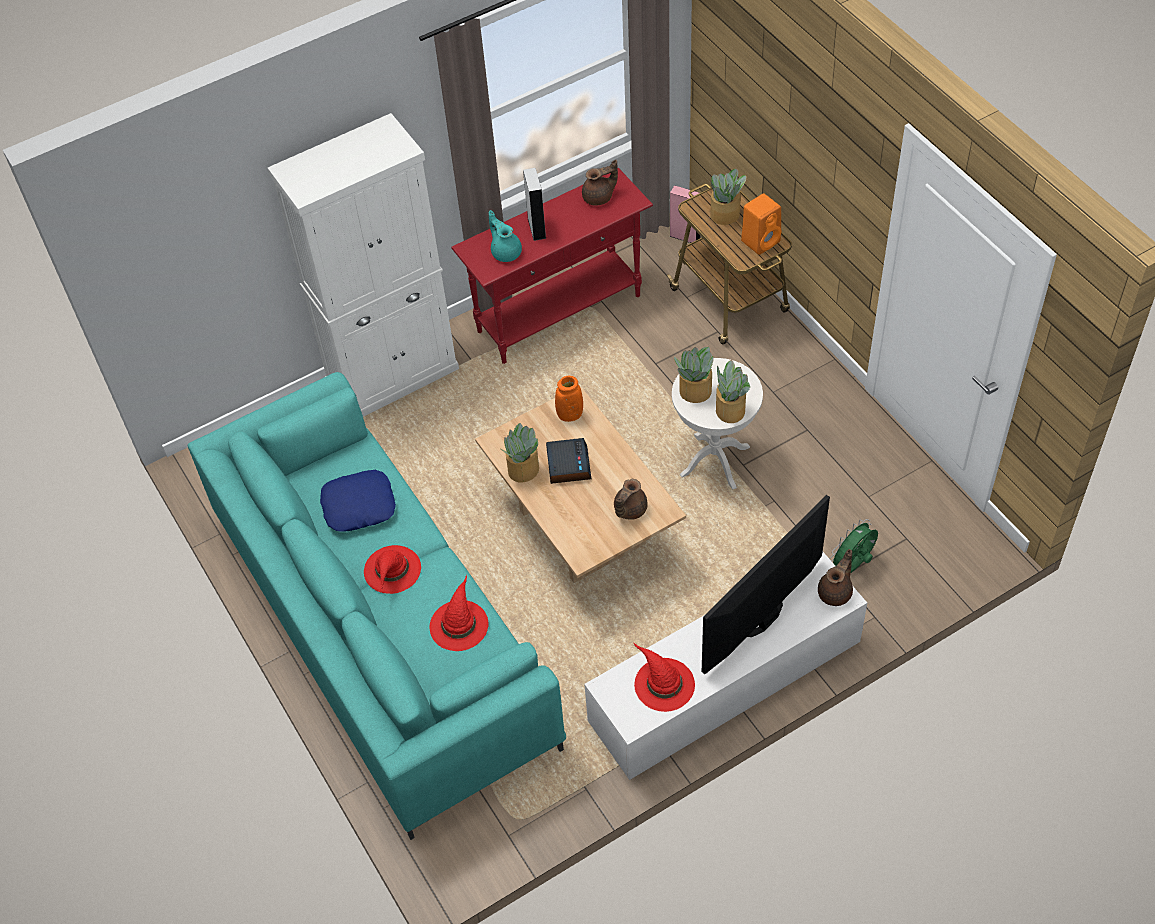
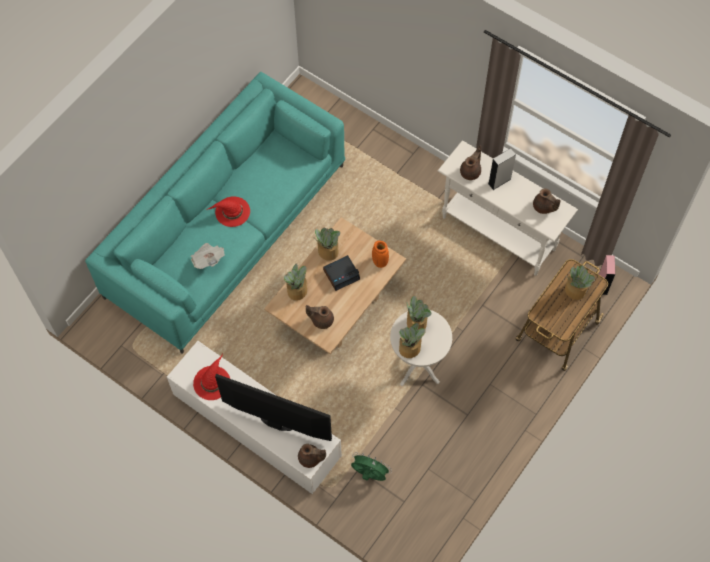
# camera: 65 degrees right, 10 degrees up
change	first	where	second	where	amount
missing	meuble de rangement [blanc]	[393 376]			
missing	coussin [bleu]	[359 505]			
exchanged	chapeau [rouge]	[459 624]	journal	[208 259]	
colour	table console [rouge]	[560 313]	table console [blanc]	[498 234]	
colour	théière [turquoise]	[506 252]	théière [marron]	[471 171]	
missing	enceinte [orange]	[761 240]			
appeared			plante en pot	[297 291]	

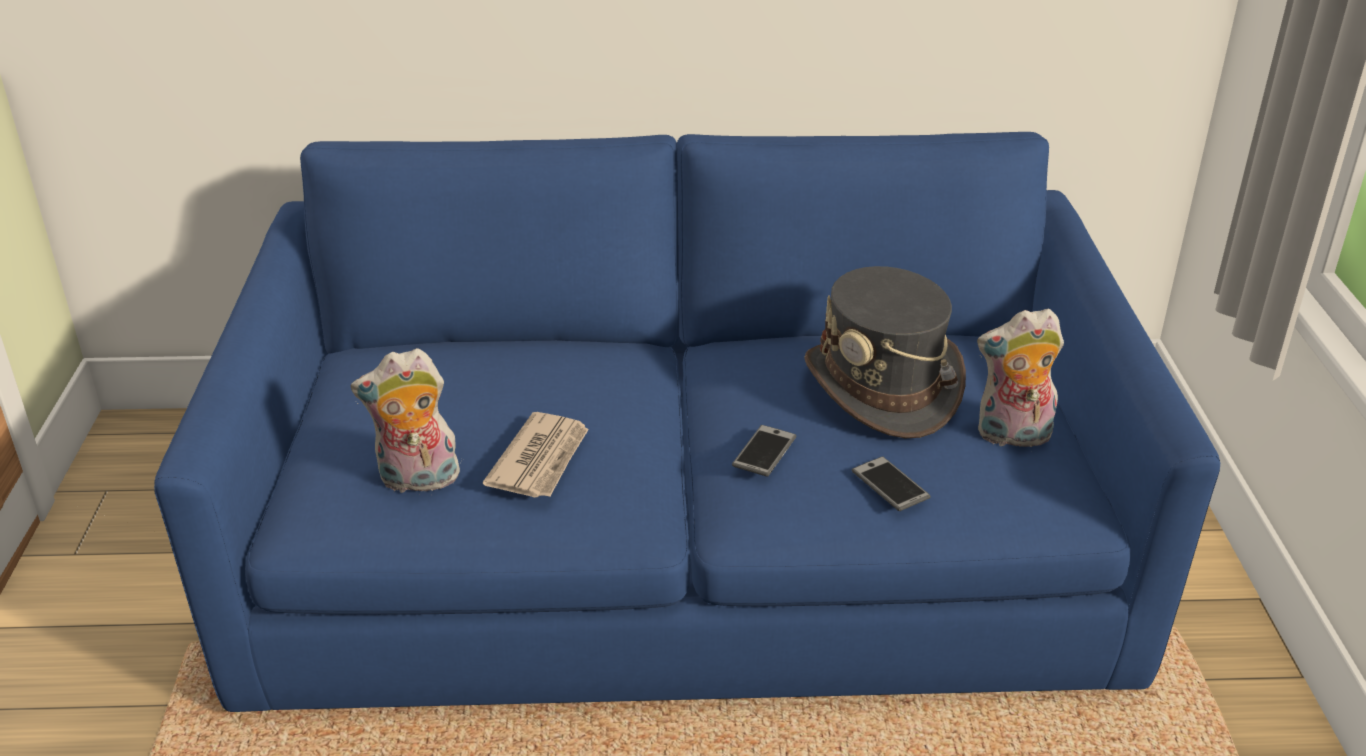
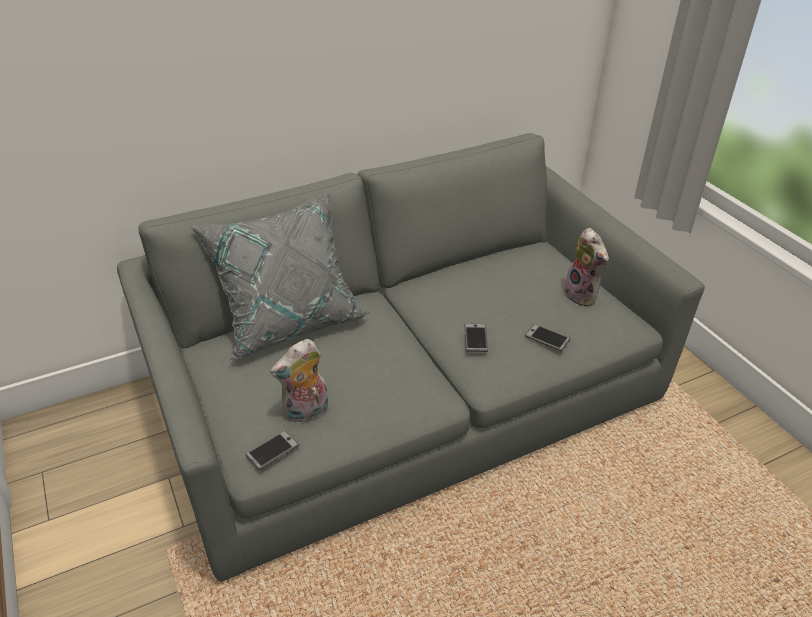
# camera: 25 degrees left, 5 degrees up
change	first	where	second	where	amount
colour	canapé [bleu]	[685 539]	canapé [gris]	[405 392]	
missing	journal	[541 460]			
missing	chapeau [gris]	[882 388]			
spun	peluche	[1012 437]		[583 295]	90 degrees counterclockwise
appeared			coussin [gris]	[289 320]	
appeared			téléphone	[272 450]	

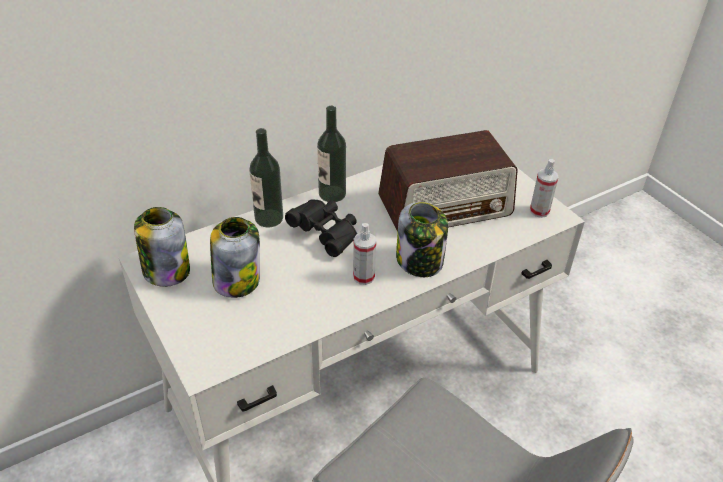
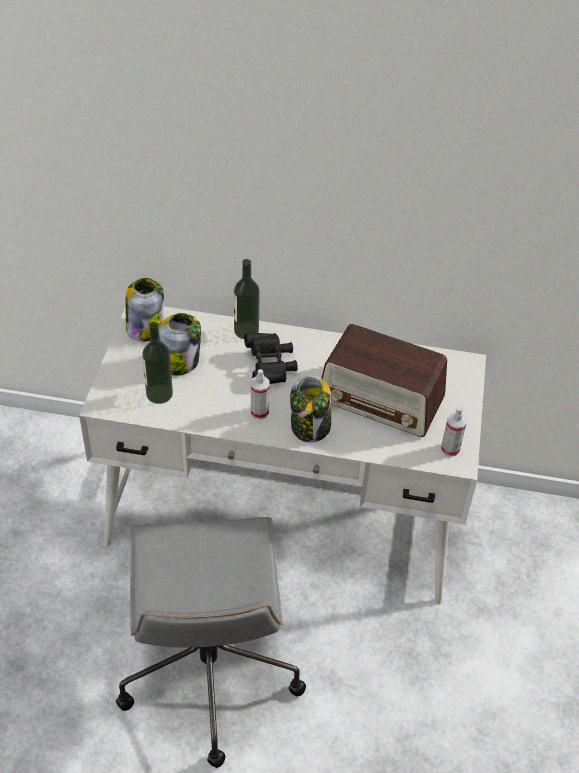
# camera: 40 degrees right, 5 degrees up
change	first	where	second	where	amount
relocated	bouteille	[332 194]		[159 394]	

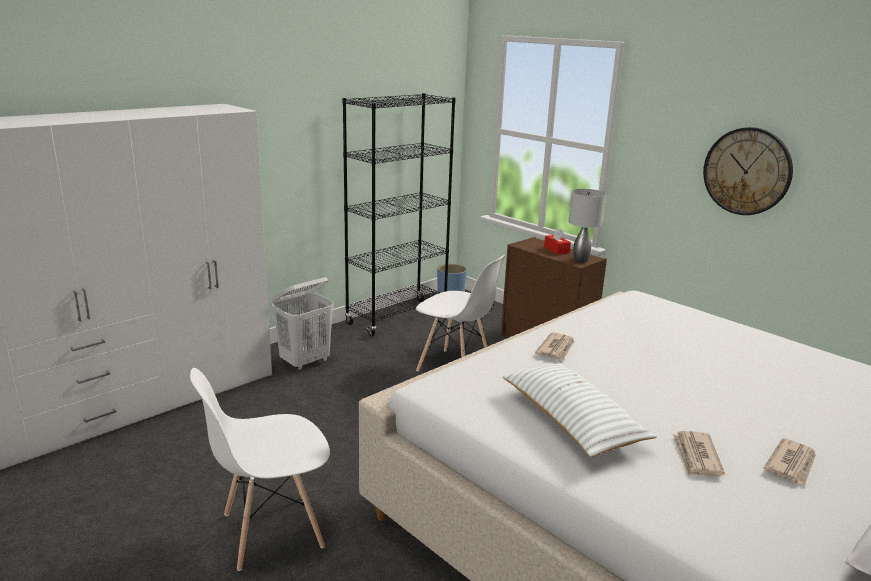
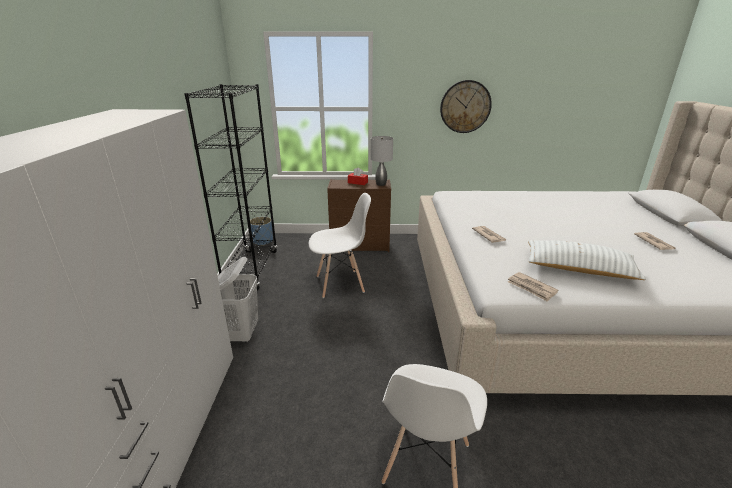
# camera: 45 degrees left, 5 degrees up
change	first	where	second	where	amount
relocated	journal	[696 456]		[531 288]	

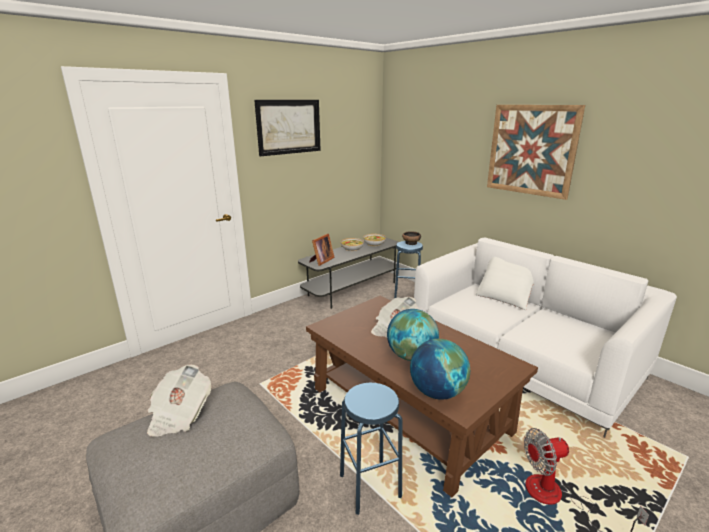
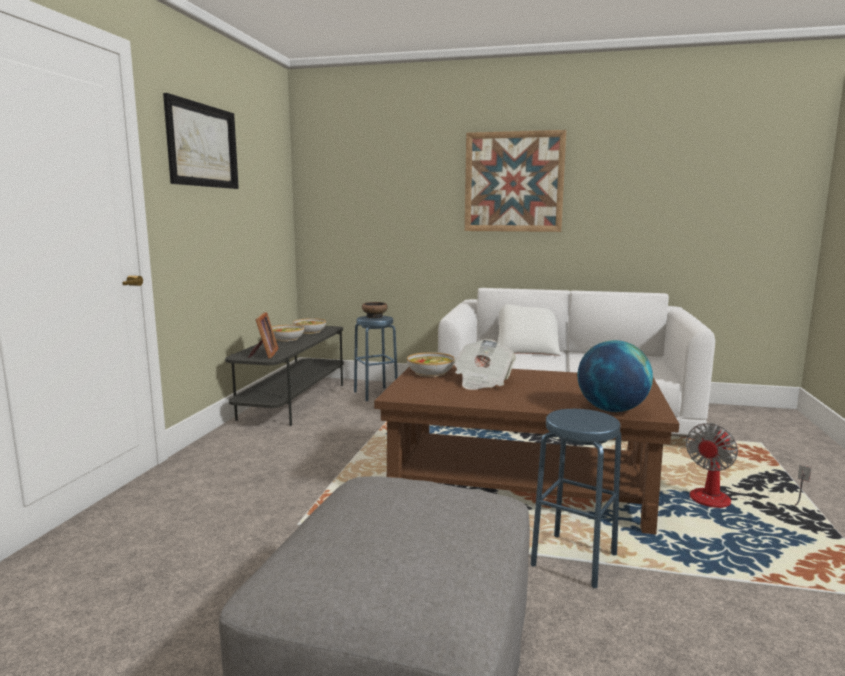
# camera: 35 degrees left, 10 degrees down
change	first	where	second	where	amount
missing	journal	[179 414]			
missing	globe	[411 356]			
appeared			bol	[430 372]	

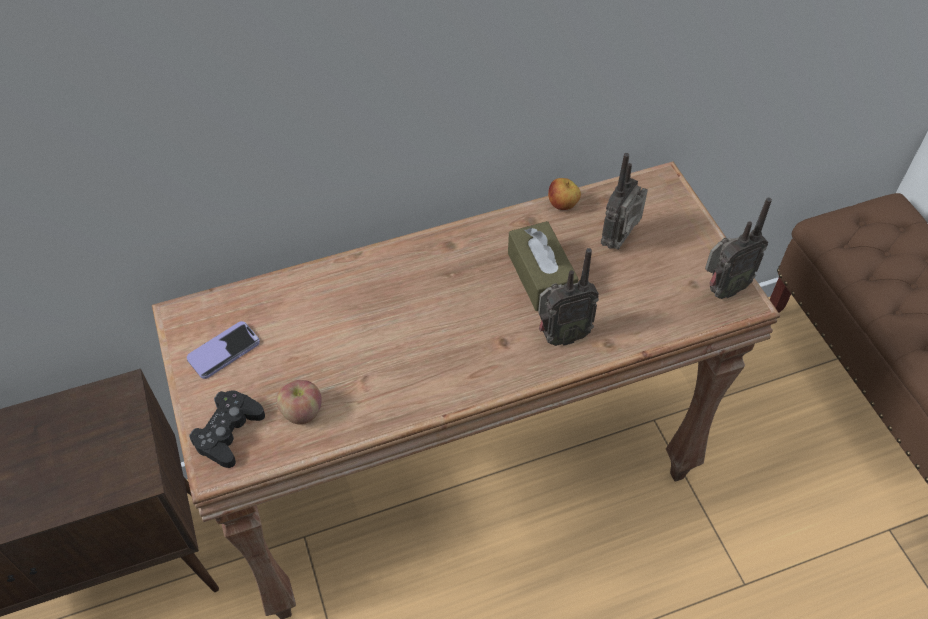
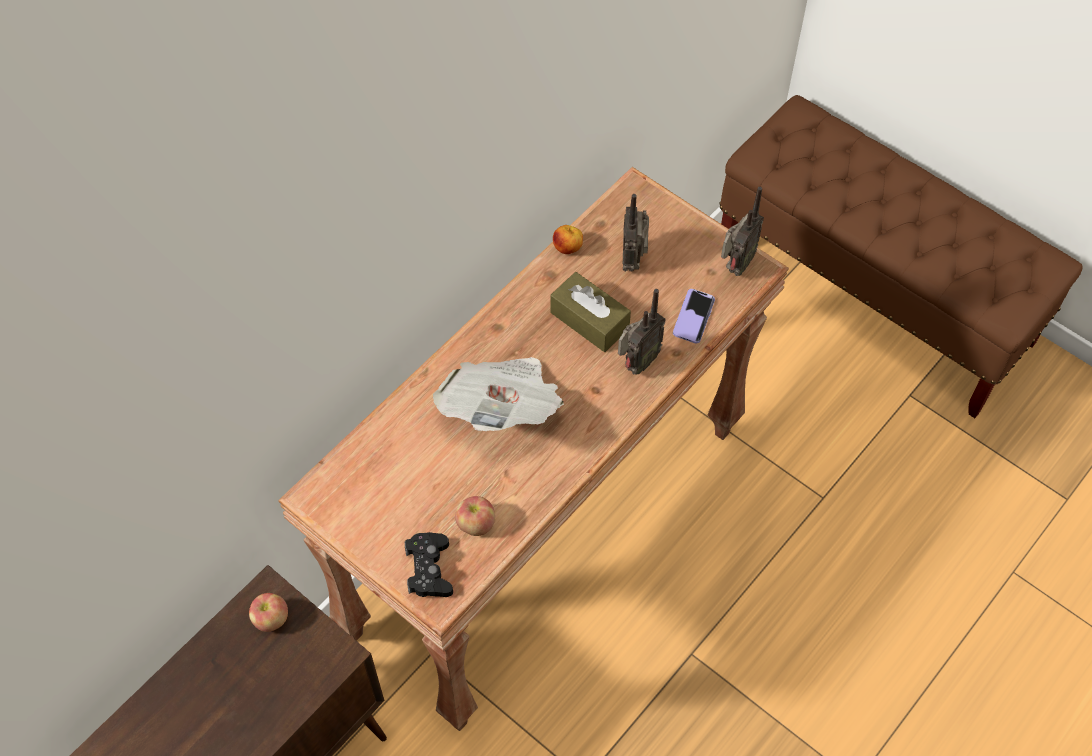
# camera: 30 degrees left, 5 degrees up
change	first	where	second	where	amount
relocated	téléphone	[224 351]		[693 317]	
appeared			pomme	[271 619]	
appeared			journal	[502 409]	

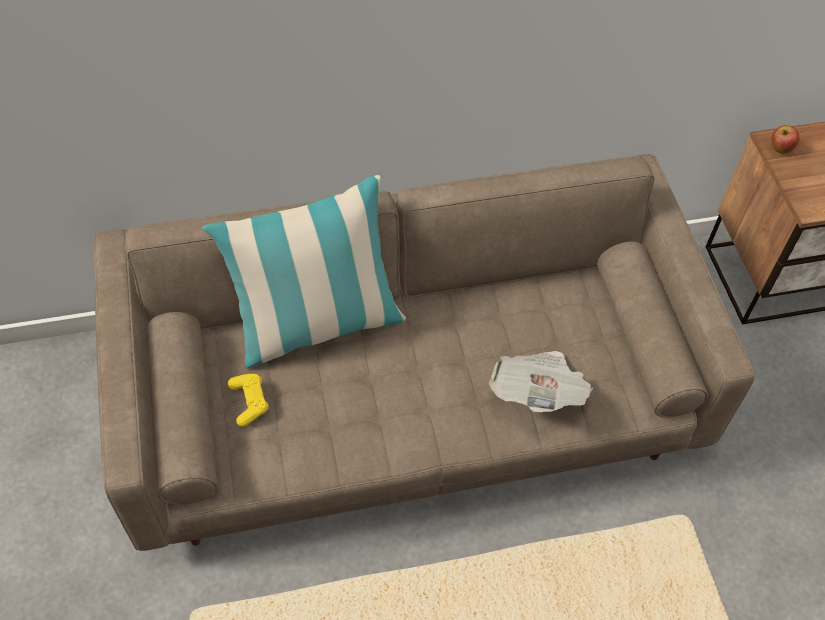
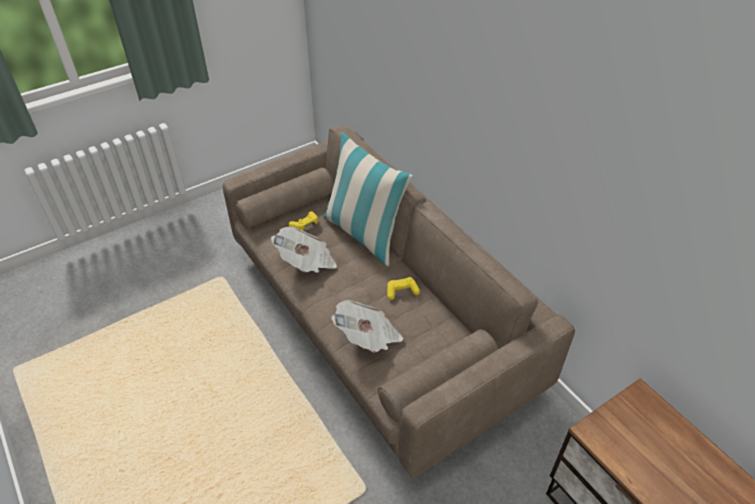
# camera: 70 degrees right, 10 degrees down
change	first	where	second	where	amount
missing	pomme	[780 149]			
appeared			journal	[306 262]	
appeared			manette [jaune]	[402 291]	

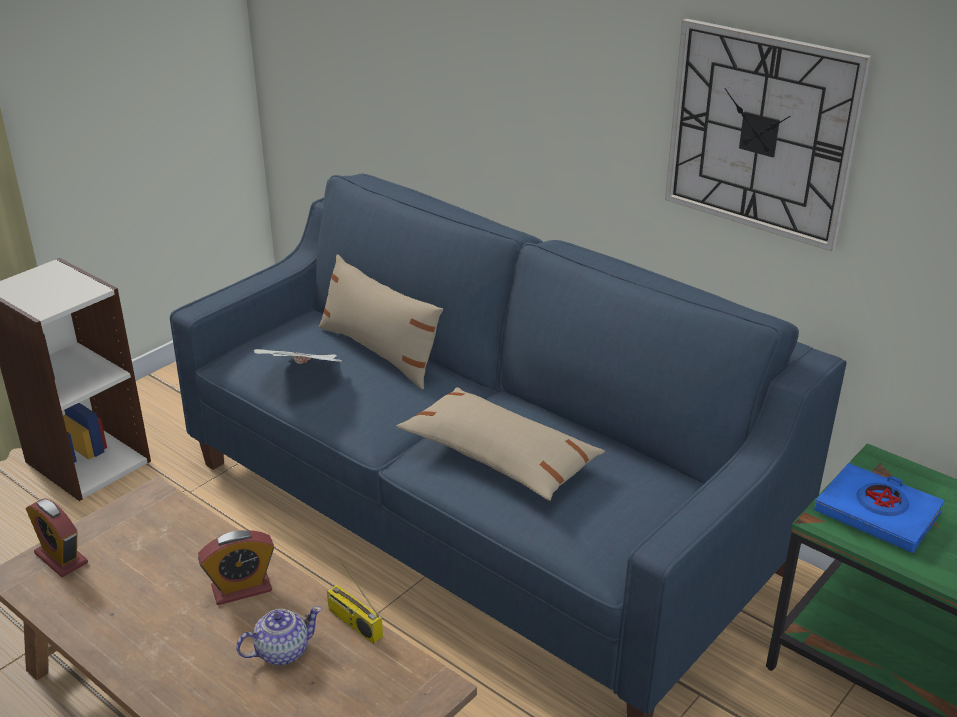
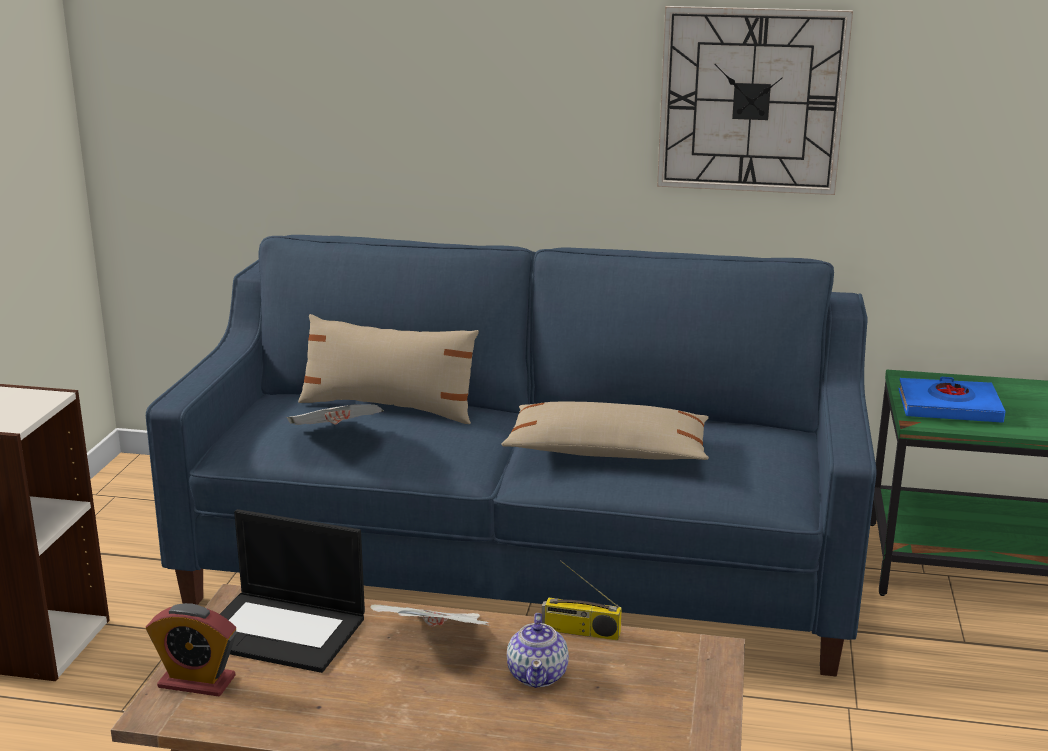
# camera: 30 degrees left, 10 degrees down
change	first	where	second	where	amount
exchanged	réveil	[241 589]	journal	[436 642]	
spun	théière	[281 651]		[538 675]	150 degrees clockwise
appeared			ordinateur portable	[283 631]	

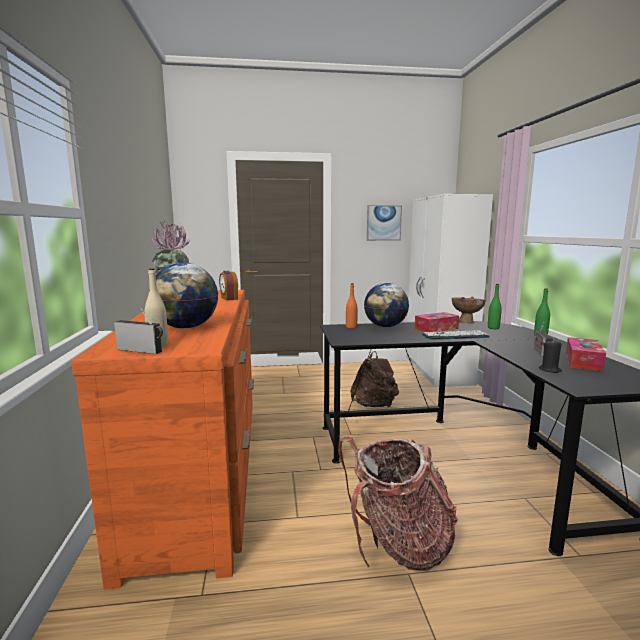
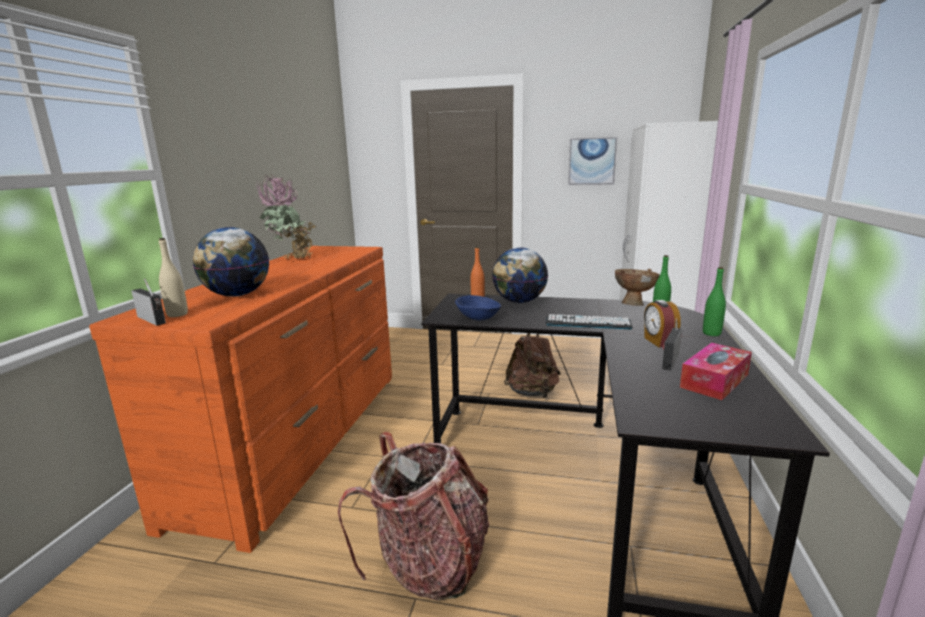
# camera: 20 degrees right, 5 degrees up
change	first	where	second	where	amount
relocated	réveil	[229 298]		[658 341]	
missing	boîte à mouchoirs	[436 328]			
missing	bougie [noir]	[550 370]			
appeared			bol [bleu]	[478 319]	

